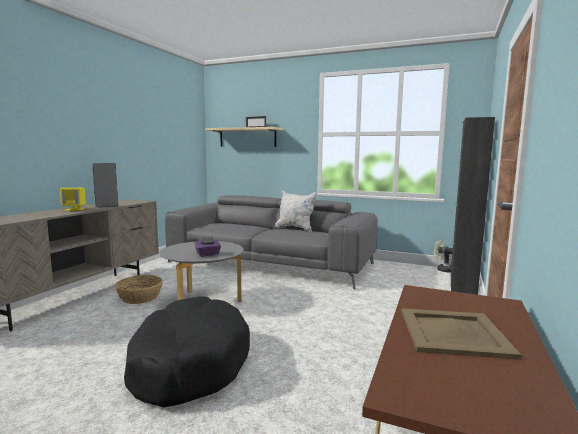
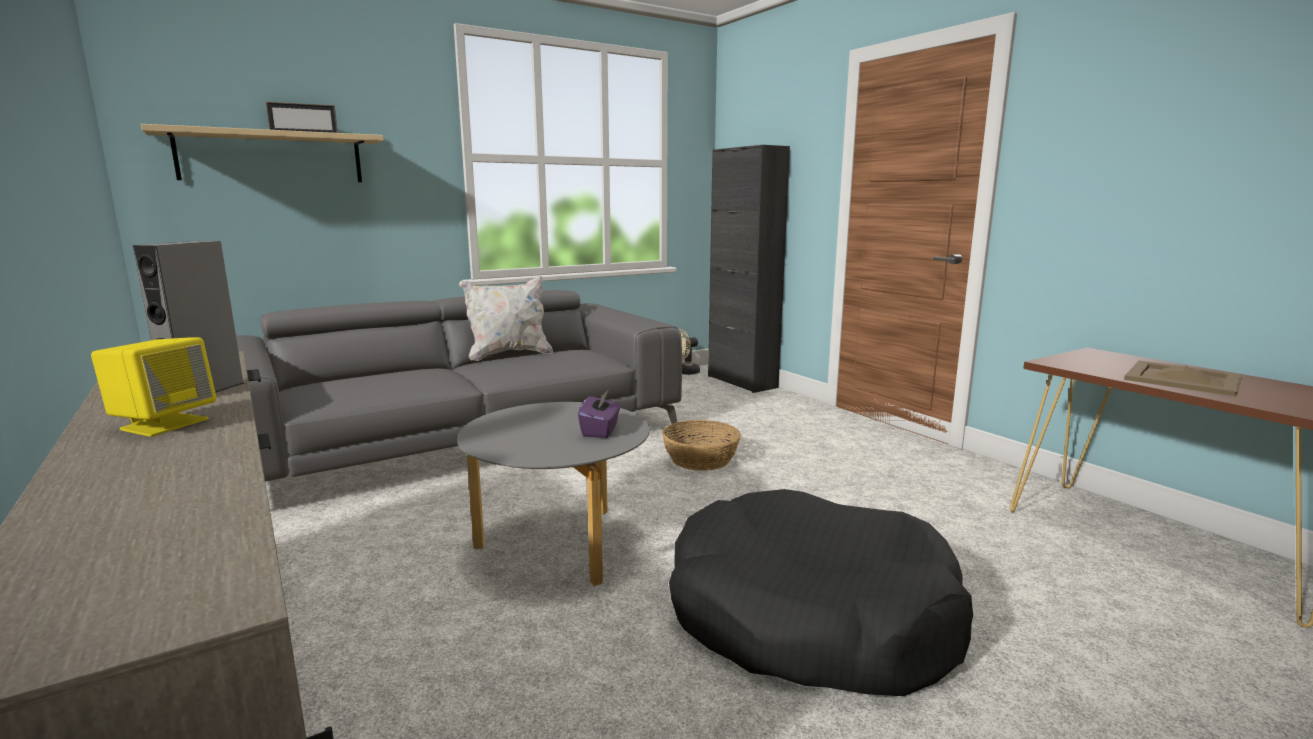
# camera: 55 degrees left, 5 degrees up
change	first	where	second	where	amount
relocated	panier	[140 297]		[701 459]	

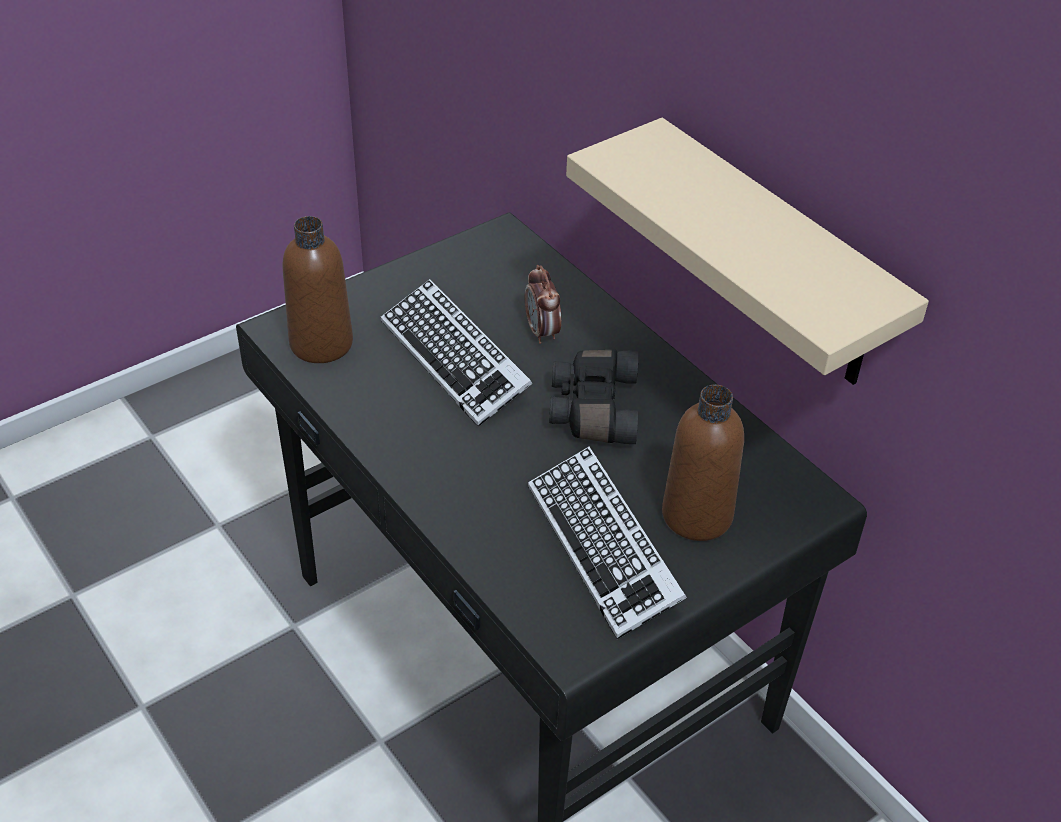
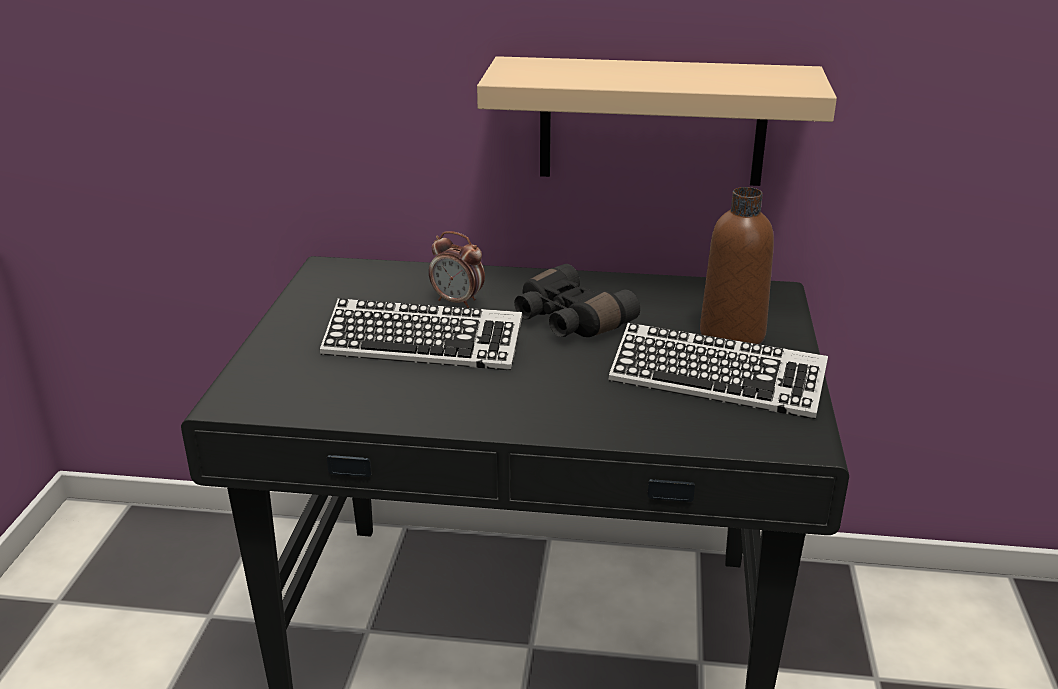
# camera: 45 degrees left, 15 degrees down
change	first	where	second	where	amount
missing	bouteille [marron]	[321 343]			

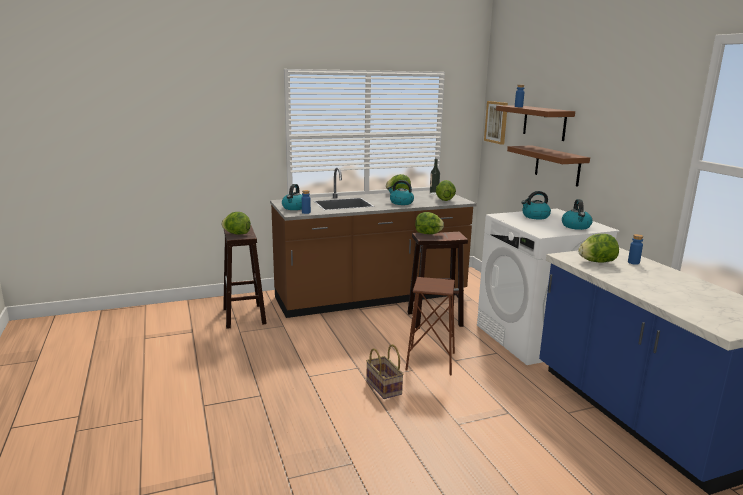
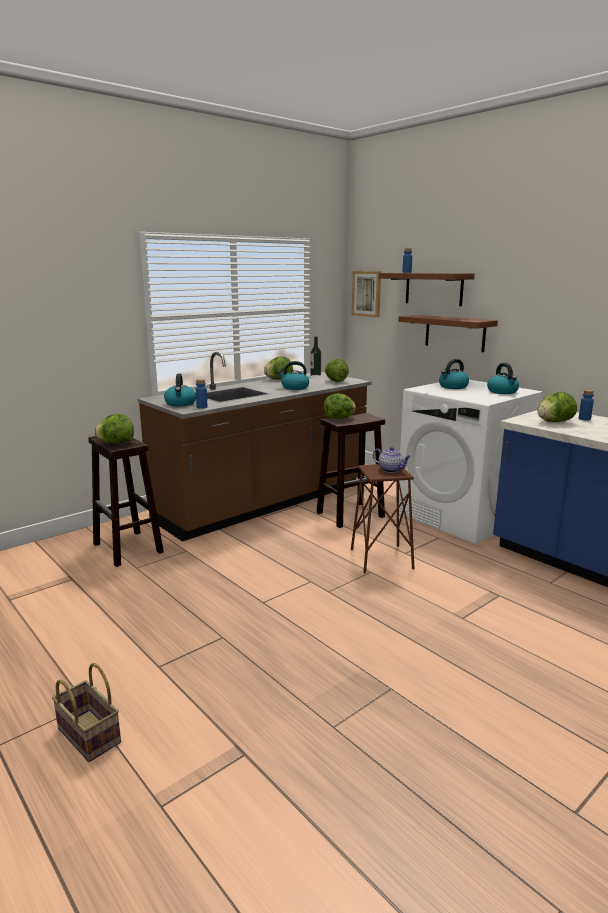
# camera: 20 degrees left, 0 degrees up
change	first	where	second	where	amount
relocated	panier	[382 387]		[87 735]	
appeared			théière	[391 470]	

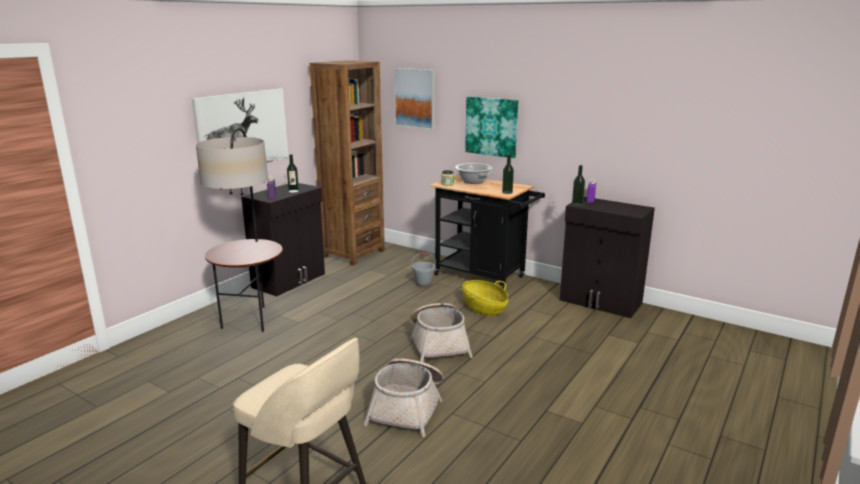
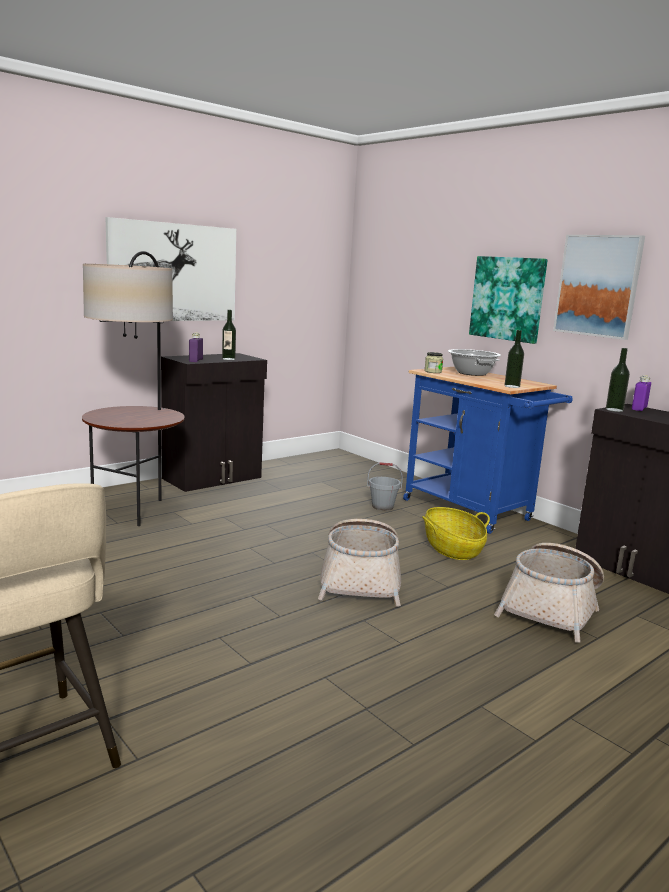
# camera: 15 degrees right, 5 degrees down
change	first	where	second	where	amount
missing	bibliothèque [marron]	[353 253]			
relocated	panier	[408 406]		[552 608]	
relocated	tableau	[415 98]		[598 286]	
colour	chariot [noir]	[484 277]	chariot [bleu]	[473 512]	

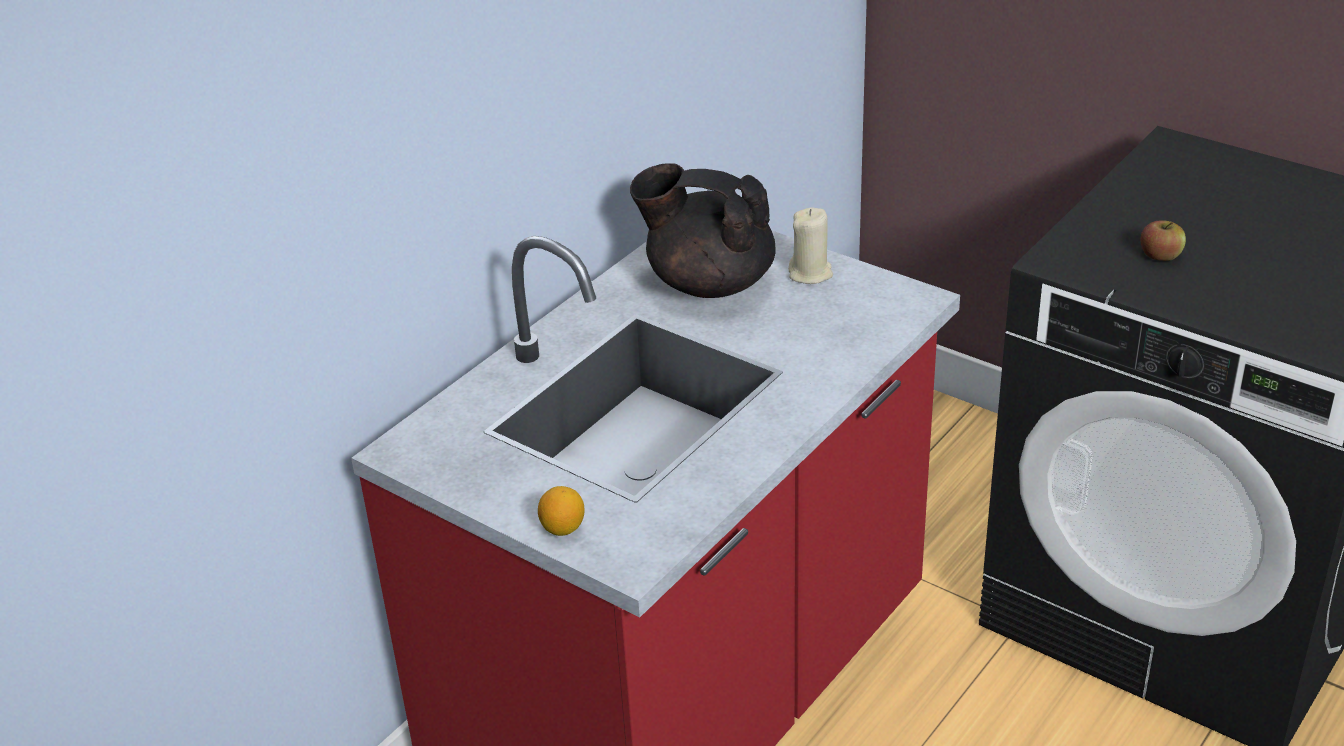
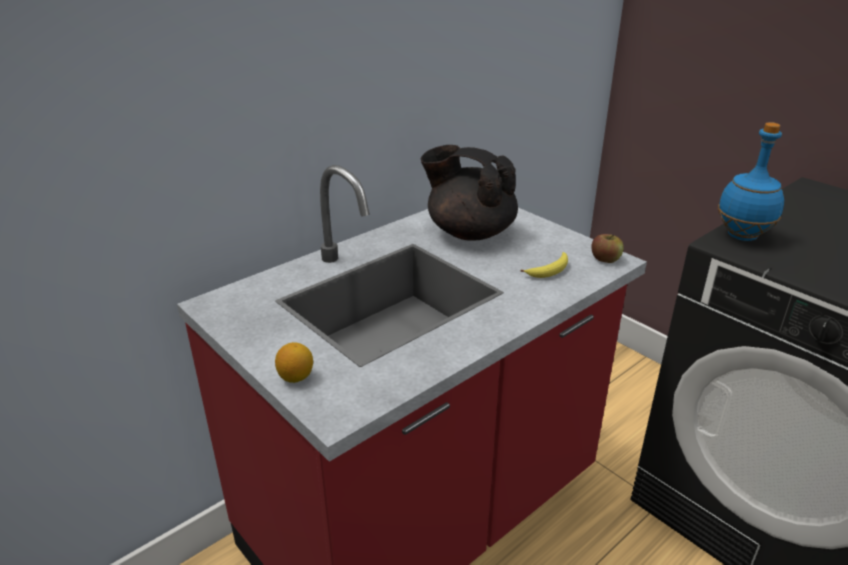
# camera: 10 degrees right, 5 degrees down
change	first	where	second	where	amount
missing	bougie [beige]	[810 273]			
relocated	pomme	[1160 255]		[605 259]	
appeared			banane	[549 270]	
appeared			bouteille [bleu]	[743 236]	

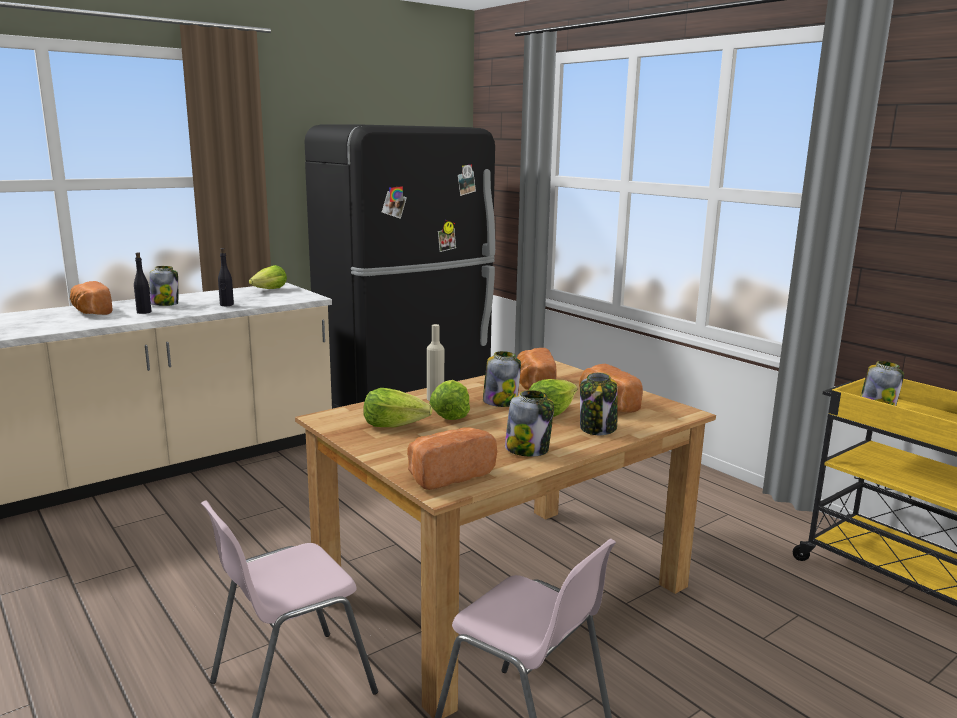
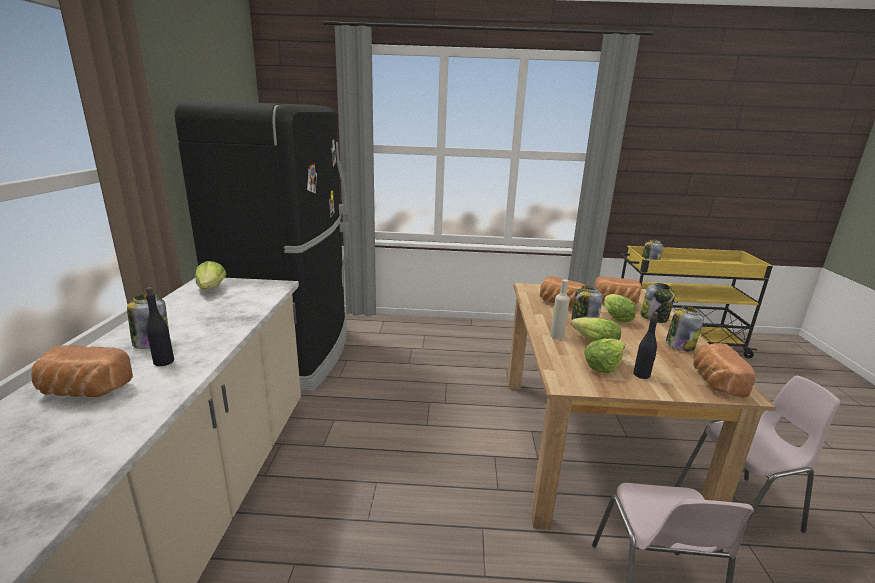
# camera: 50 degrees left, 5 degrees up
change	first	where	second	where	amount
relocated	bouteille [noir]	[226 305]		[641 375]	

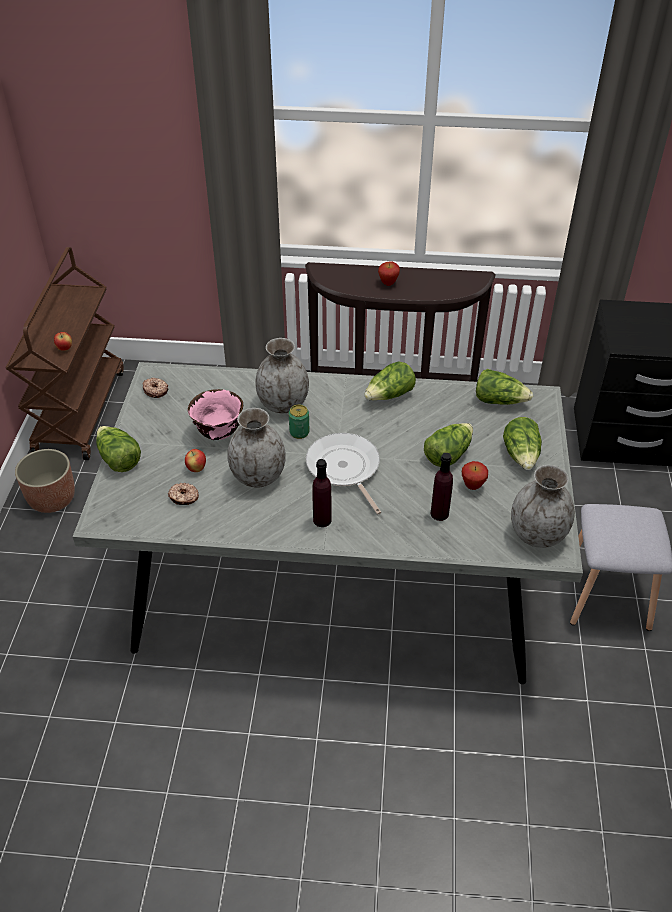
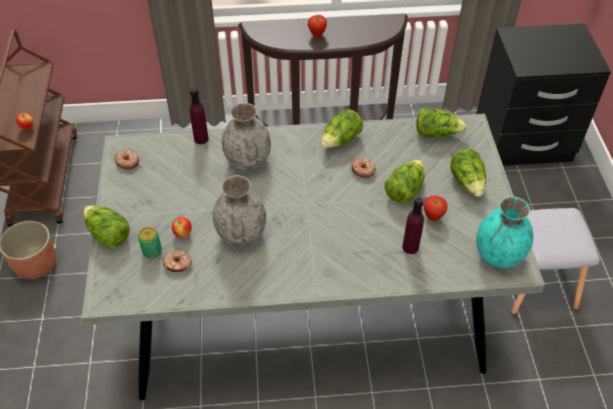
# camera: 10 degrees left, 5 degrees up
change	first	where	second	where	amount
missing	bol [rose]	[218 434]			
relocated	boîte métallique	[299 432]		[152 251]	
missing	poêle	[344 469]			
relocated	bouteille [violet]	[322 520]		[201 139]	
colour	vase [gris]	[537 535]	vase [turquoise]	[499 255]	
appeared			beignet	[363 170]	

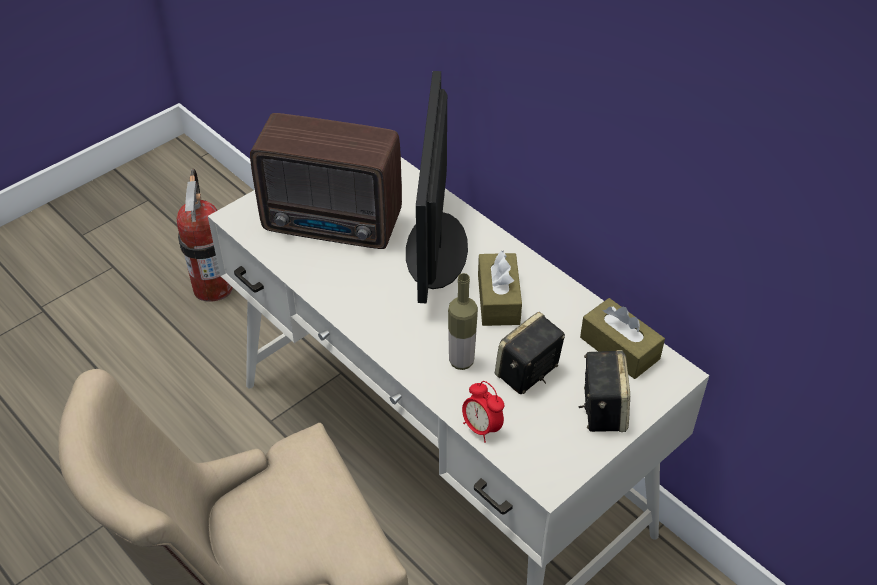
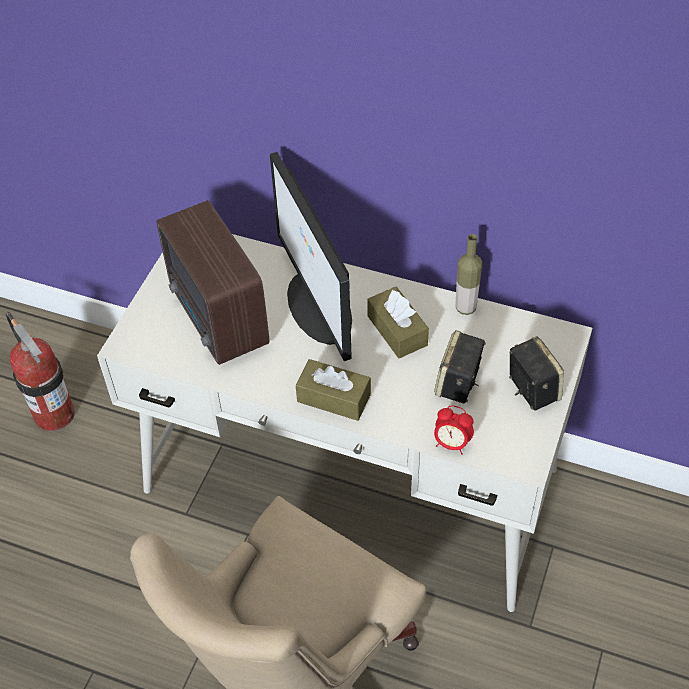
# camera: 25 degrees left, 5 degrees up
change	first	where	second	where	amount
spun	radio	[335 225]		[218 319]	75 degrees clockwise
relocated	bouteille	[461 361]		[465 308]	
relocated	boîte à mouchoirs [marron]	[619 348]		[334 398]	

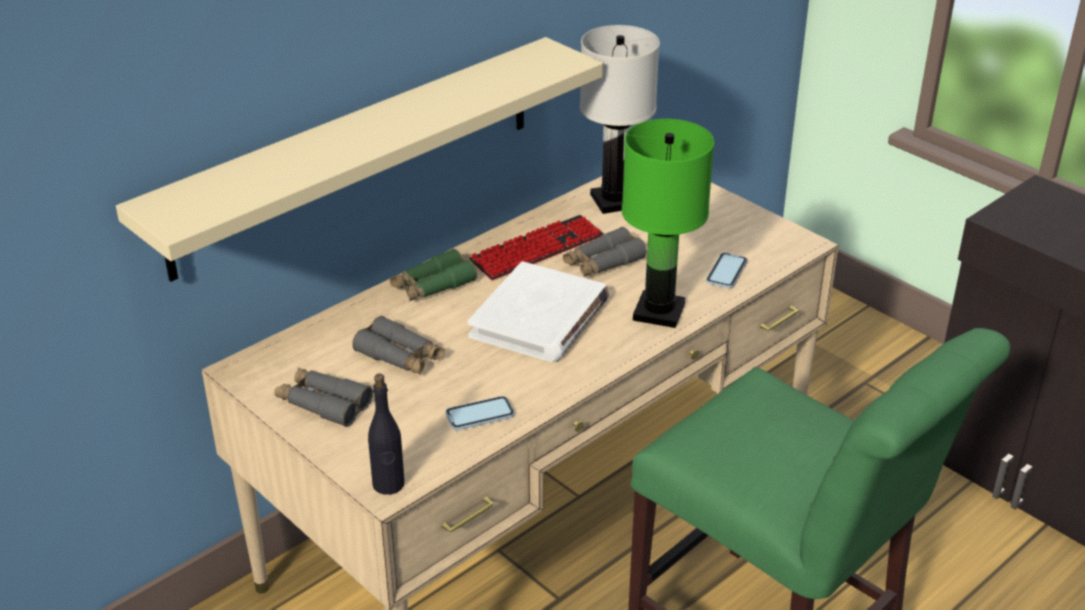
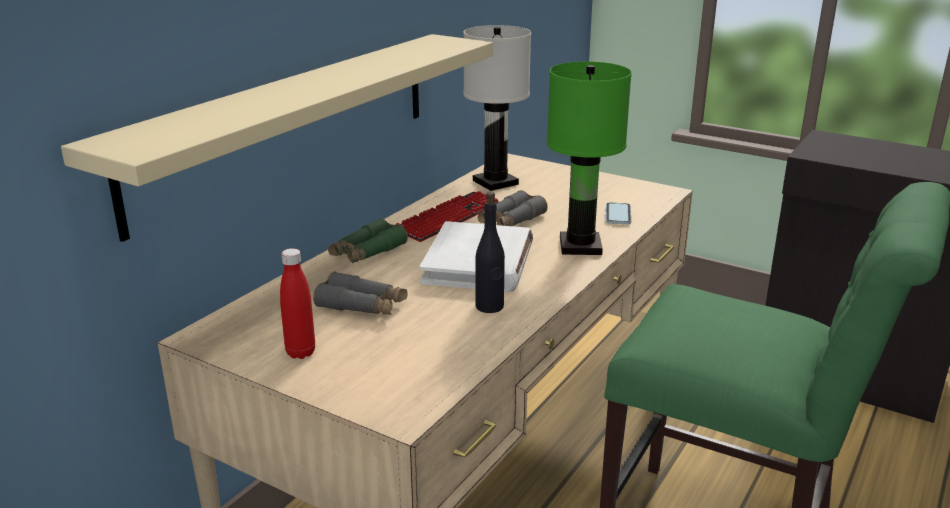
# camera: 15 degrees left, 10 degrees down
change	first	where	second	where	amount
exchanged	jumelles [gris]	[323 404]	bouteille [rouge]	[300 352]	
relocated	bouteille [noir]	[388 484]		[489 307]	
missing	téléphone	[480 415]			

